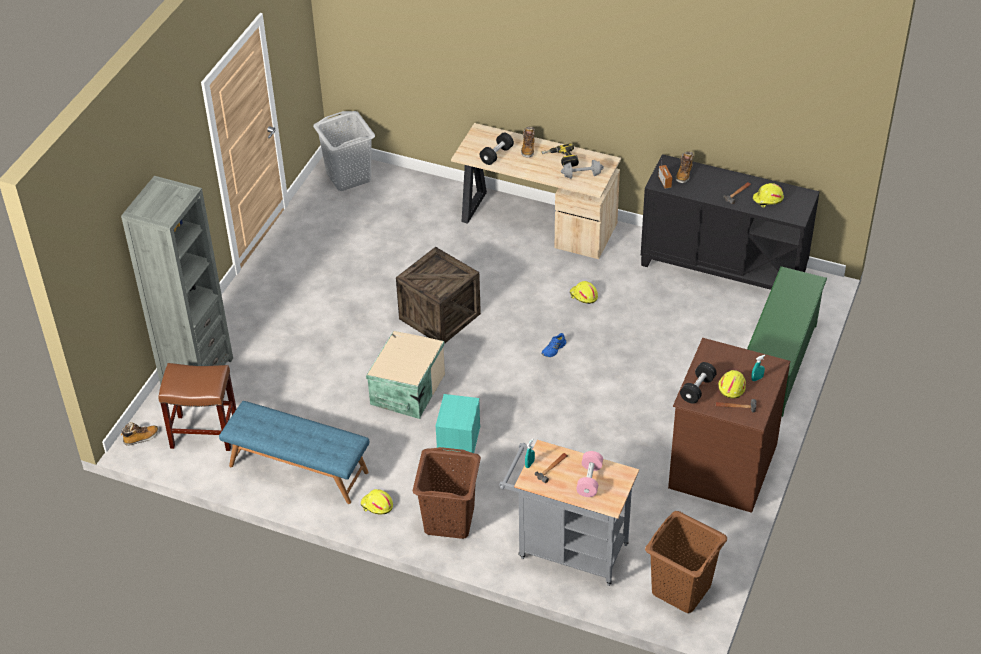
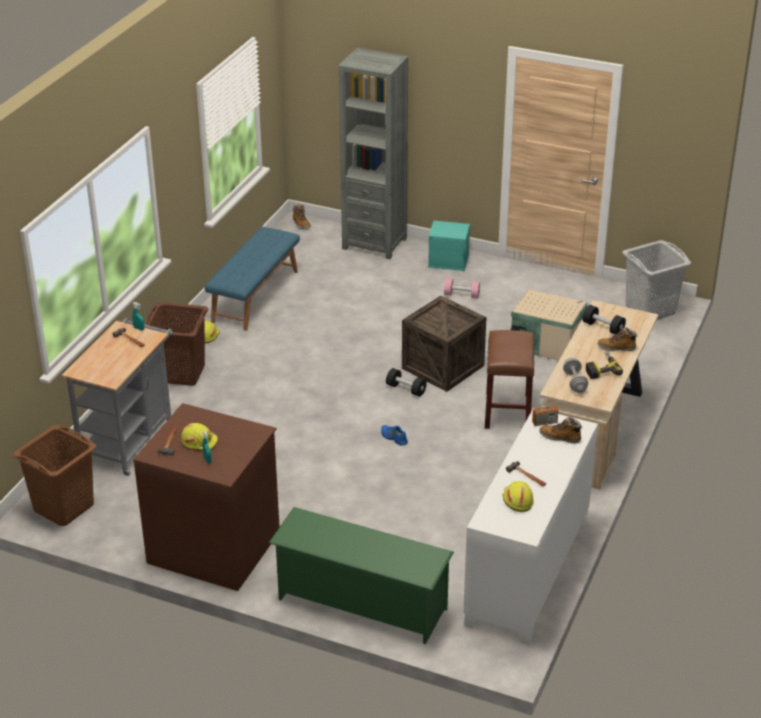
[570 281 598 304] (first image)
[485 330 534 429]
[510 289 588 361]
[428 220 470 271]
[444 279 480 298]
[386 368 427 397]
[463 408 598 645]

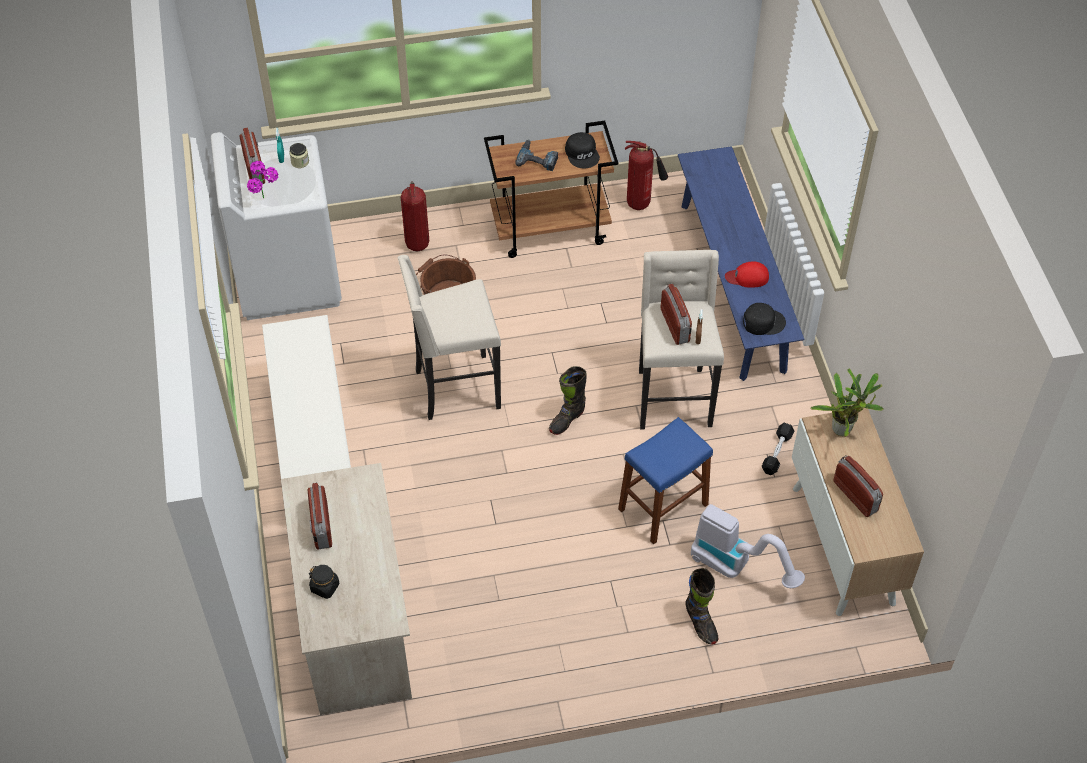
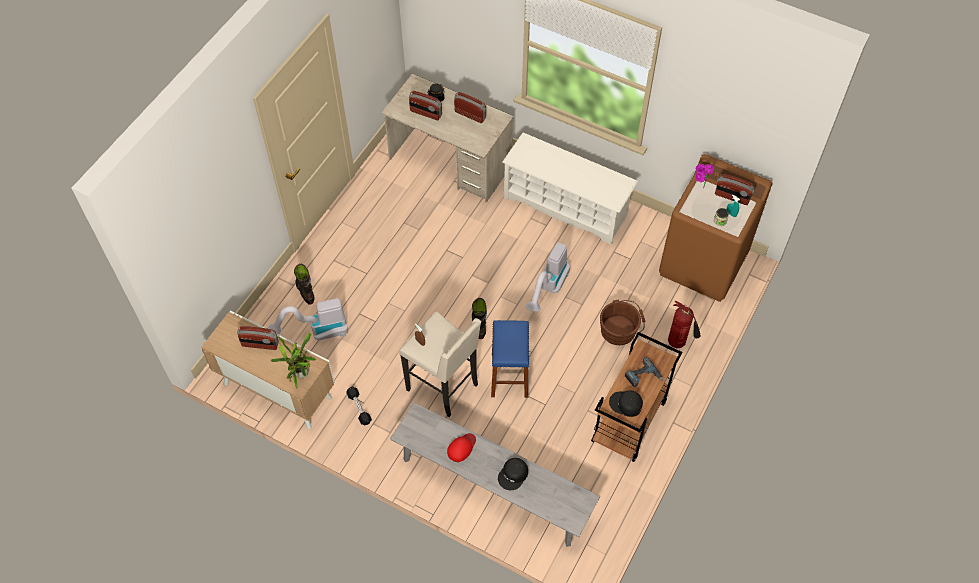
[625 141 668 210] (first image)
[491 320 529 398]
[409 91 442 120]
[498 458 528 490]
[526 242 570 312]
[659 154 773 302]
[390 402 600 547]
[294 264 315 305]

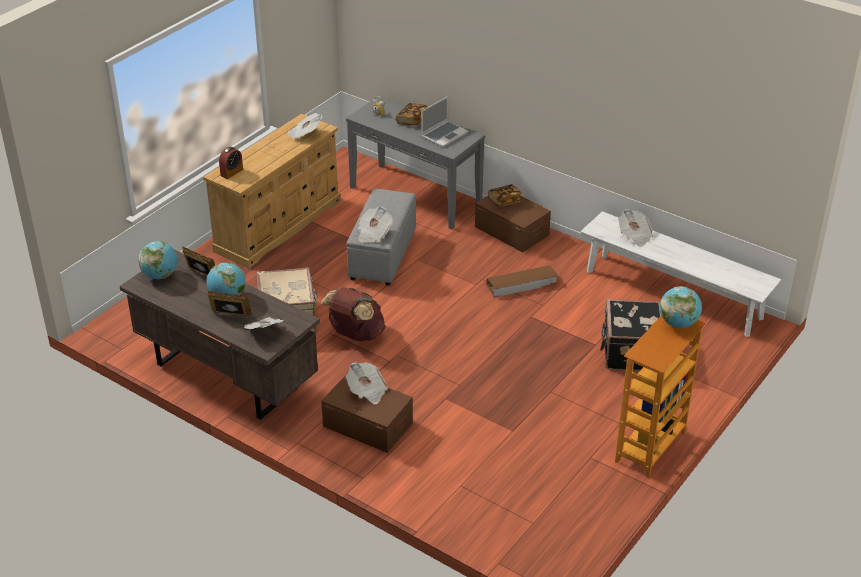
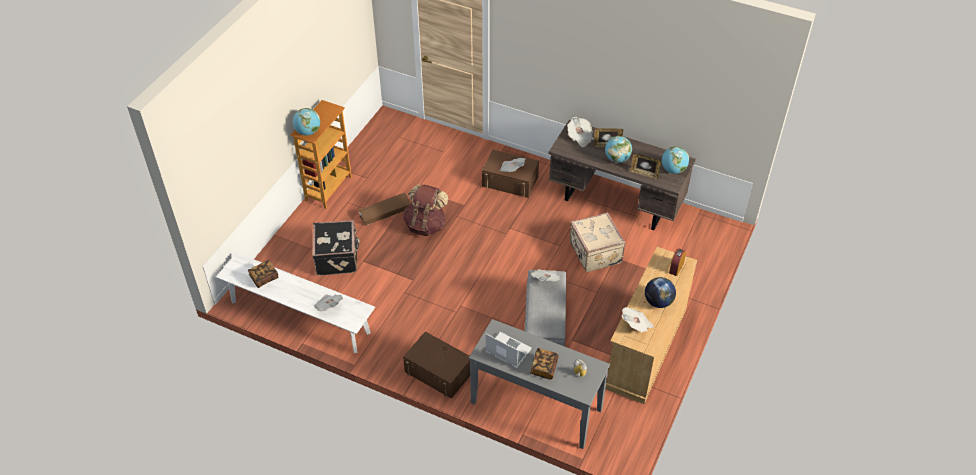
[645 277 676 308]
[403 184 448 236]
[359 193 411 226]
[248 260 278 288]
[486 332 532 368]

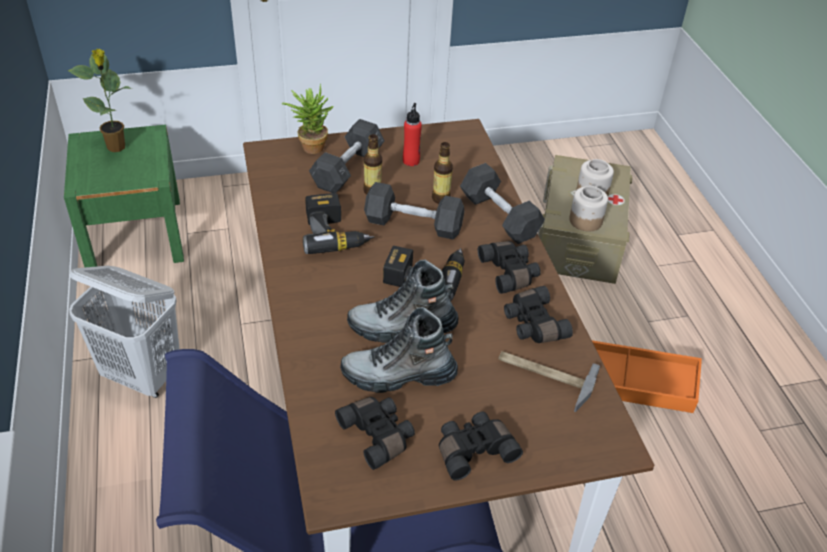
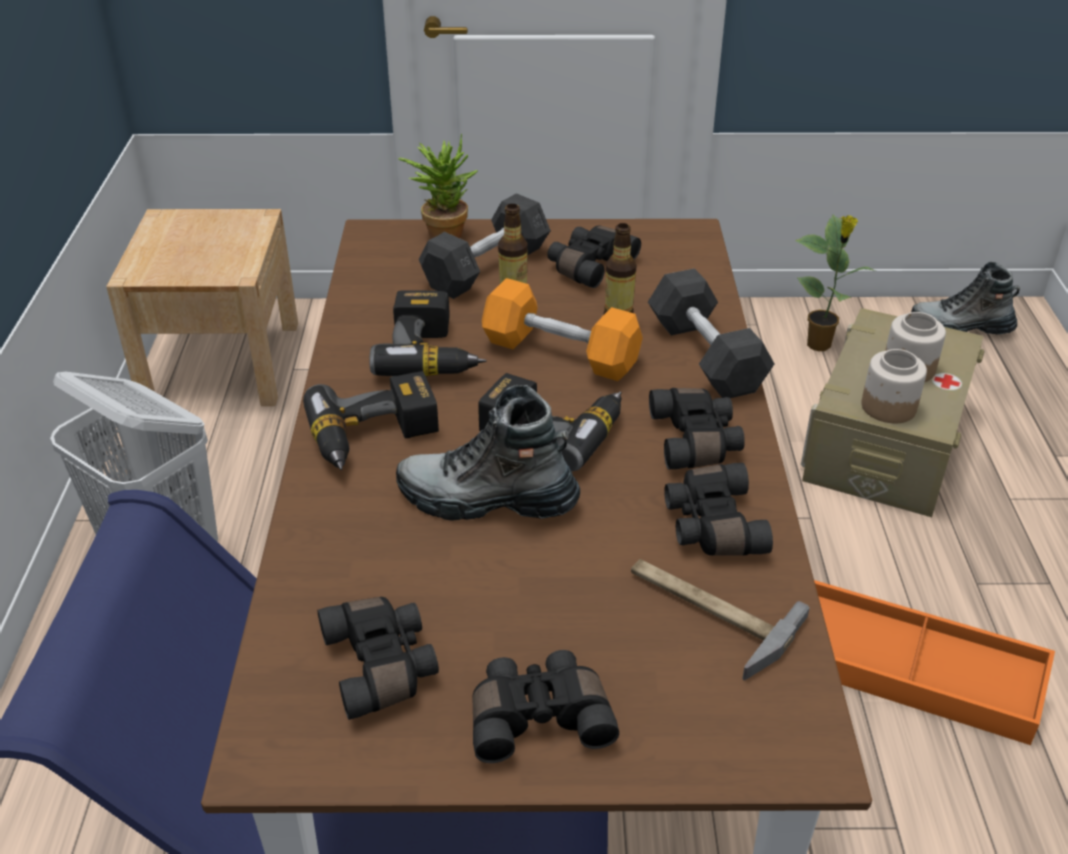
[303 371 439 470]
[795 215 877 351]
[911 262 1020 335]
[547 226 641 288]
[106 209 298 406]
[482 278 643 381]

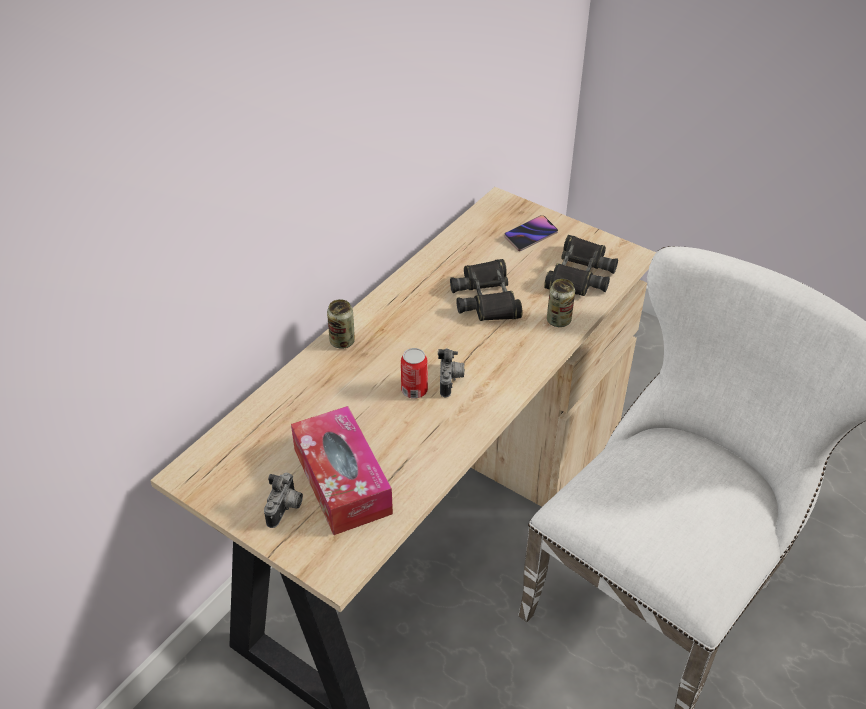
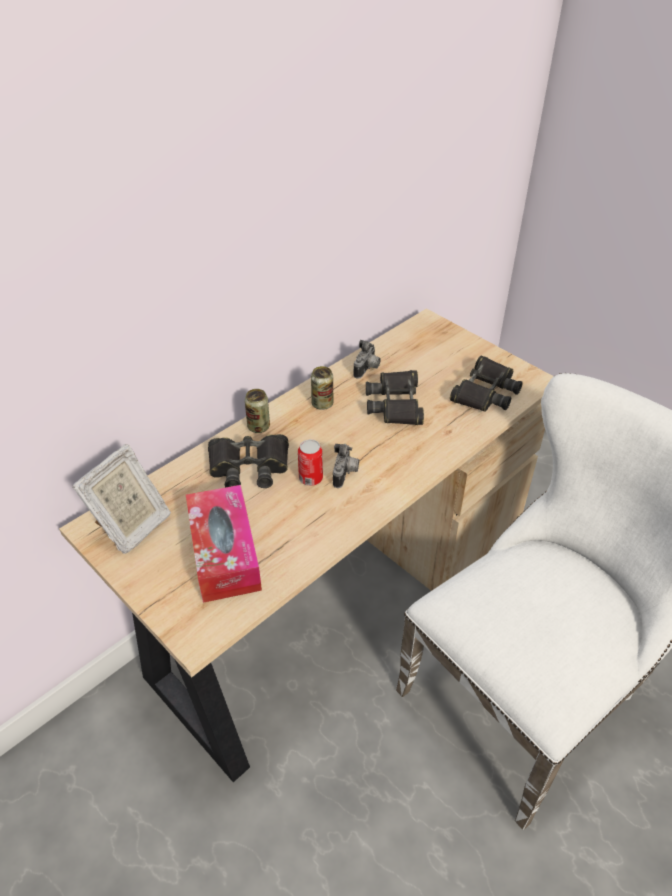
[504 215 558 251] (first image)
[72 444 171 554]
[208 434 289 488]
[353 340 381 379]
[311 366 333 410]

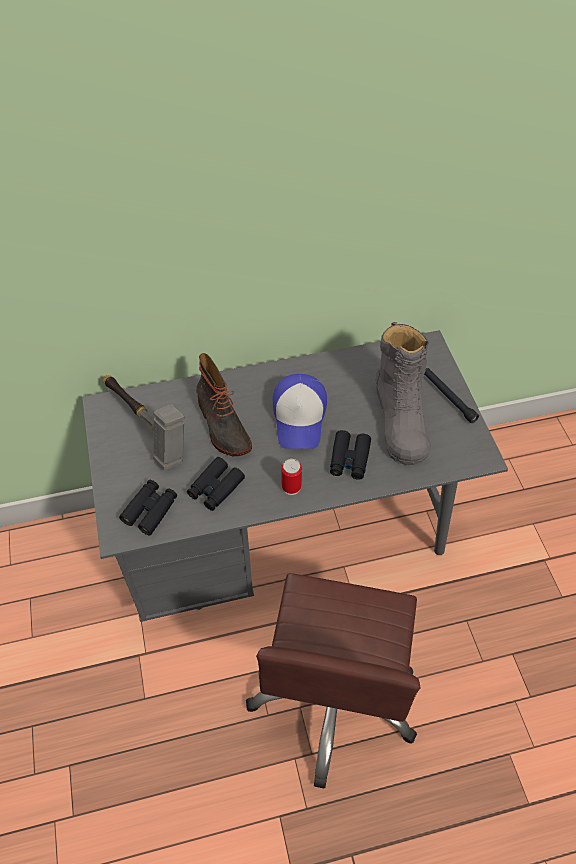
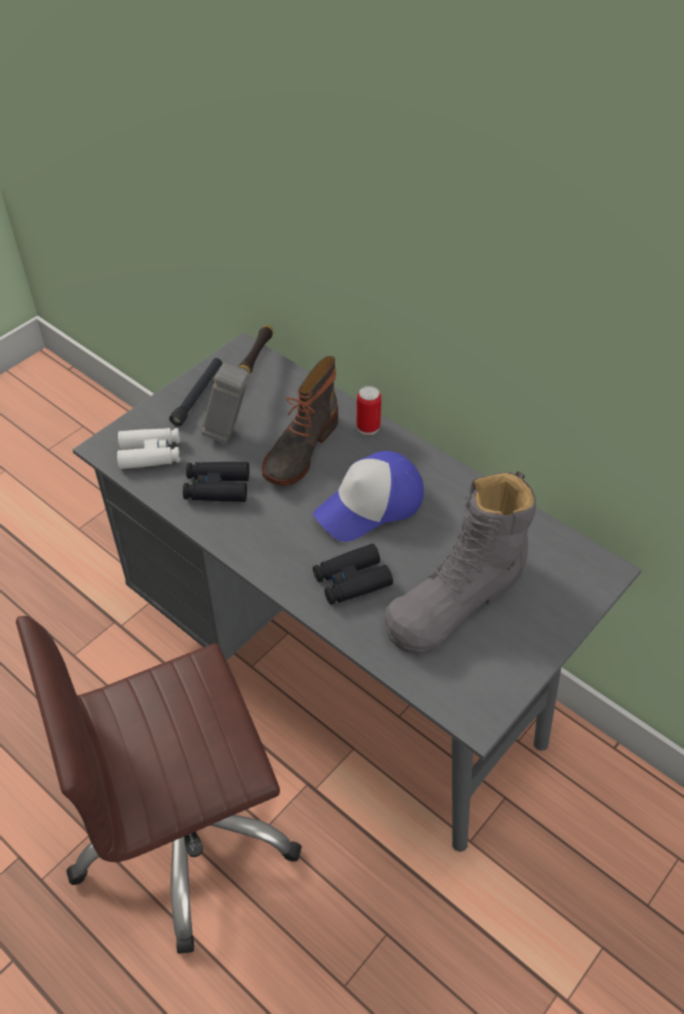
[357 386 381 435]
[169 358 222 426]
[117 428 180 469]

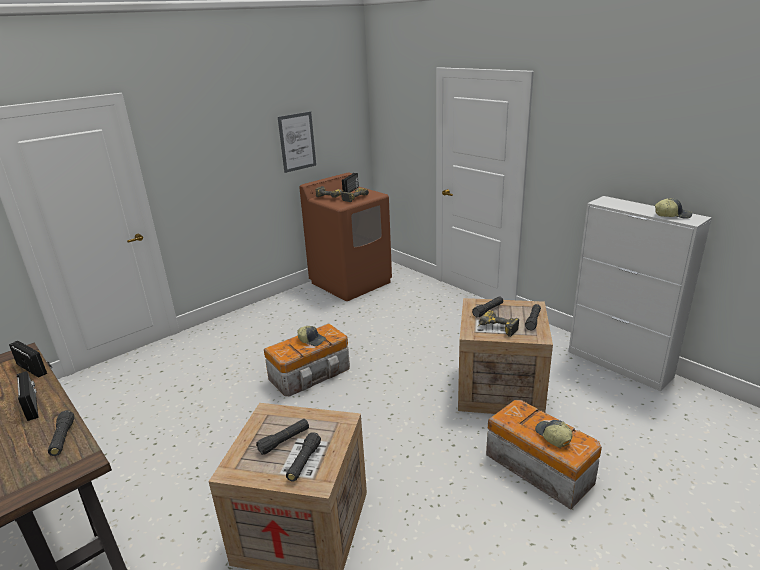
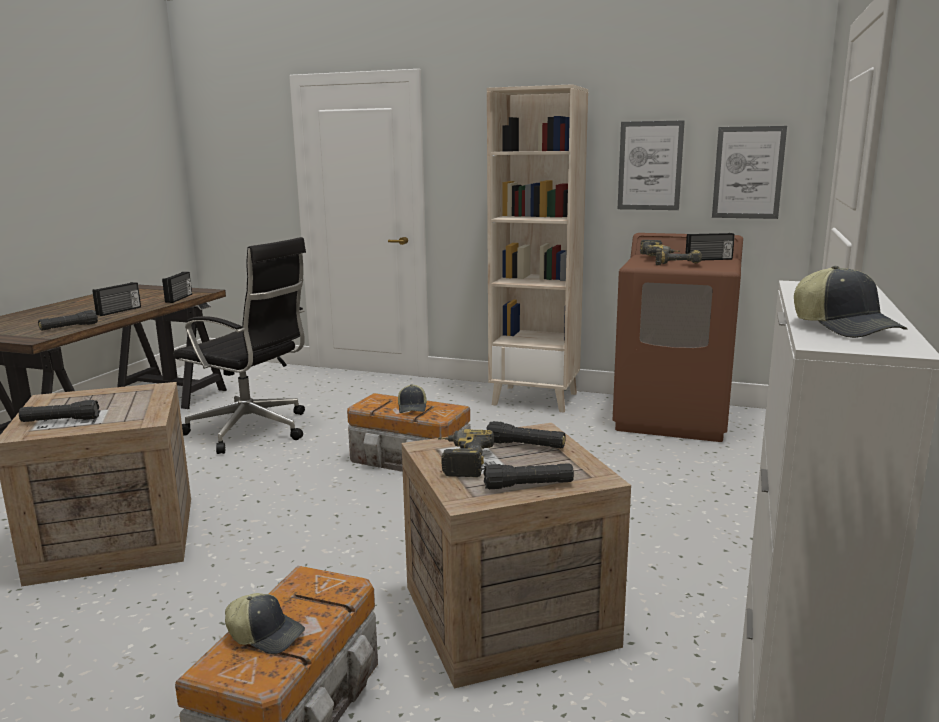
[256 419 309 455] (first image)
[173 237 306 454]
[487 84 588 412]
[712 126 787 219]
[225 593 305 654]

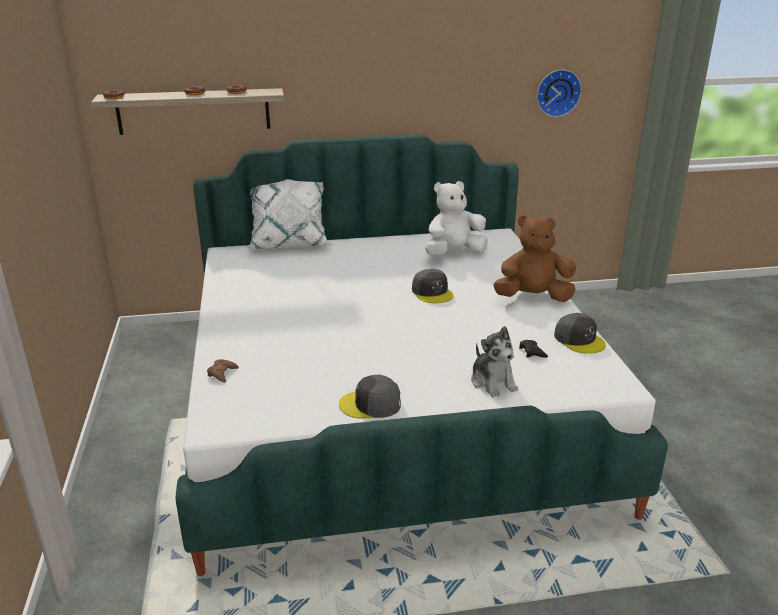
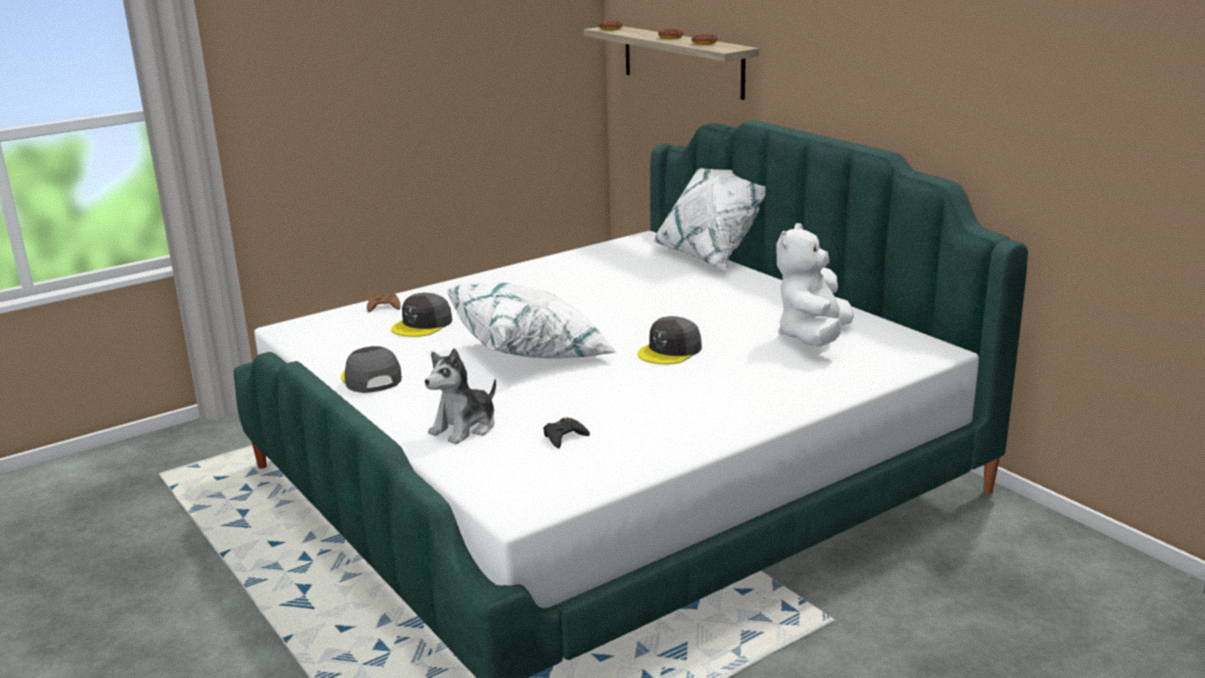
[493 215 576 302] (first image)
[537 69 581 117] (first image)
[447 282 617 359]
[391 293 452 337]
[777 223 854 346]

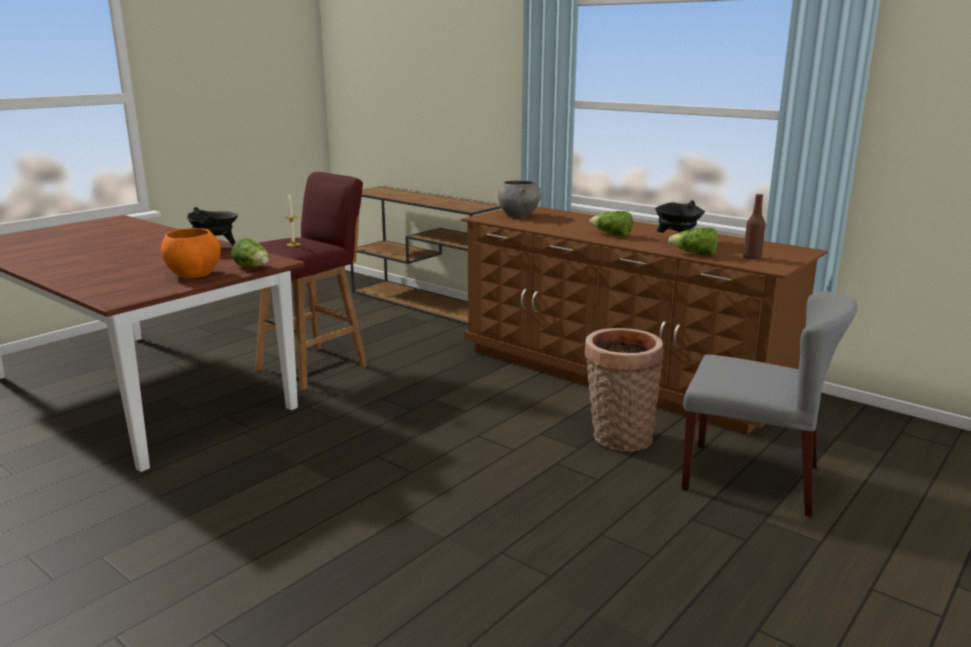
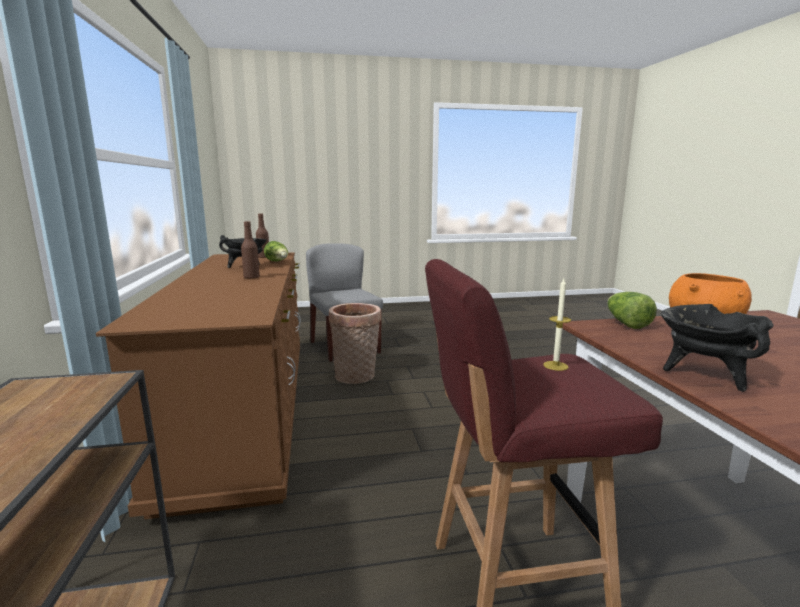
[498 181 541 217] (first image)
[241 221 260 279]

